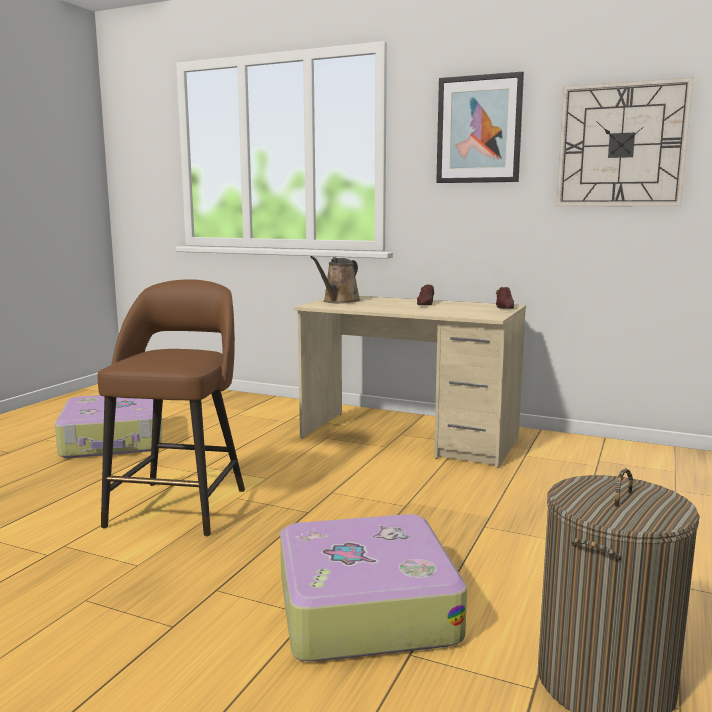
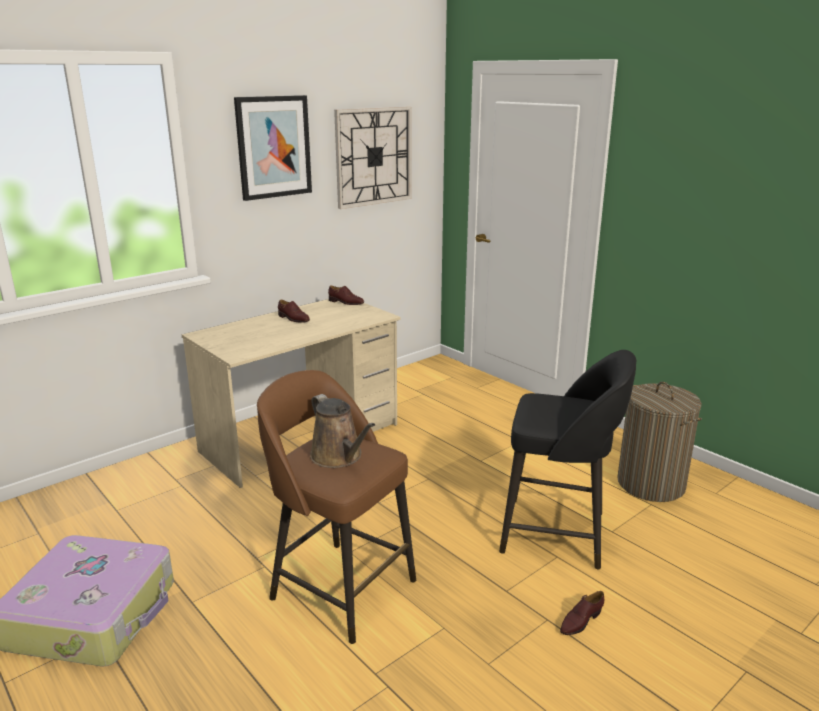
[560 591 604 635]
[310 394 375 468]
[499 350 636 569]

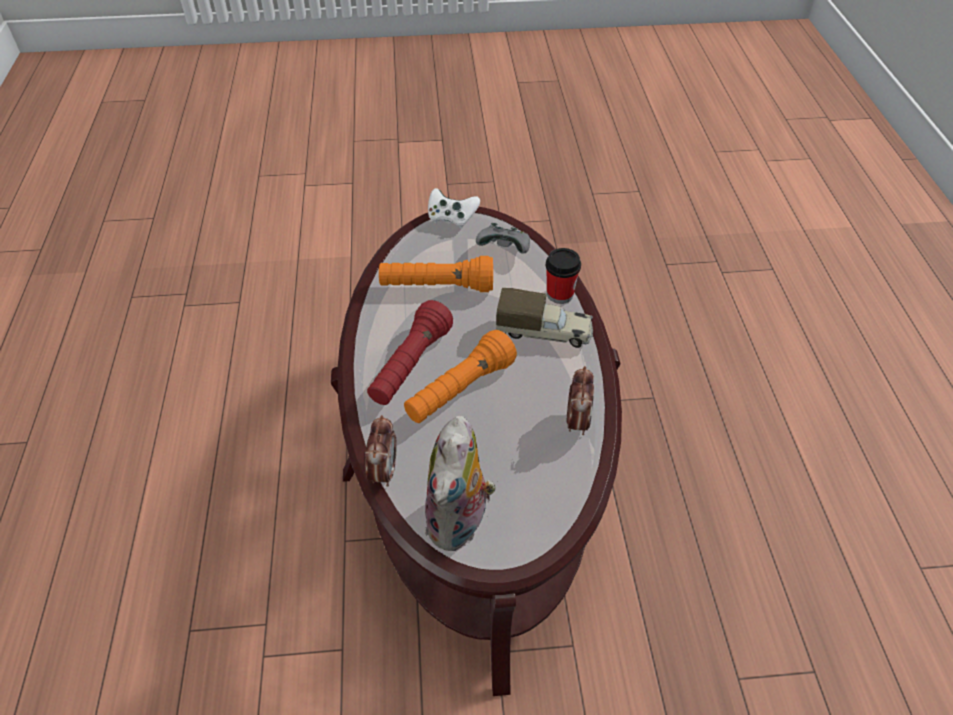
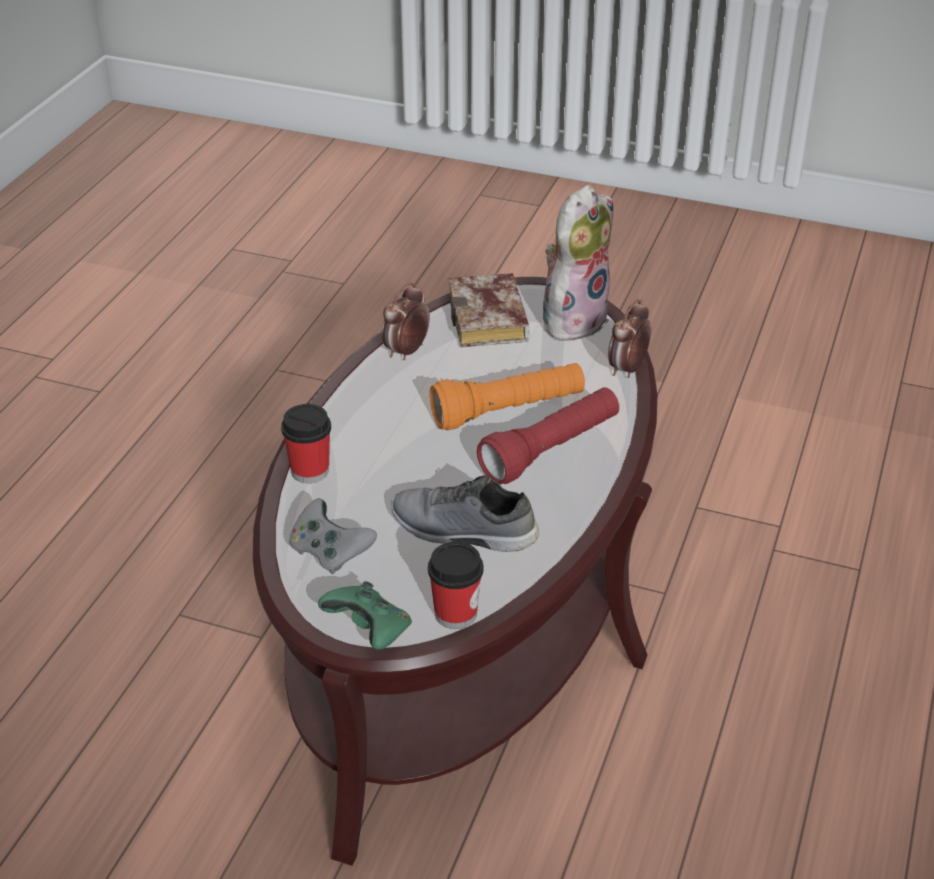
[496 288 593 348] (first image)
[428 542 484 629]
[448 273 530 347]
[391 475 539 552]
[318 581 412 650]

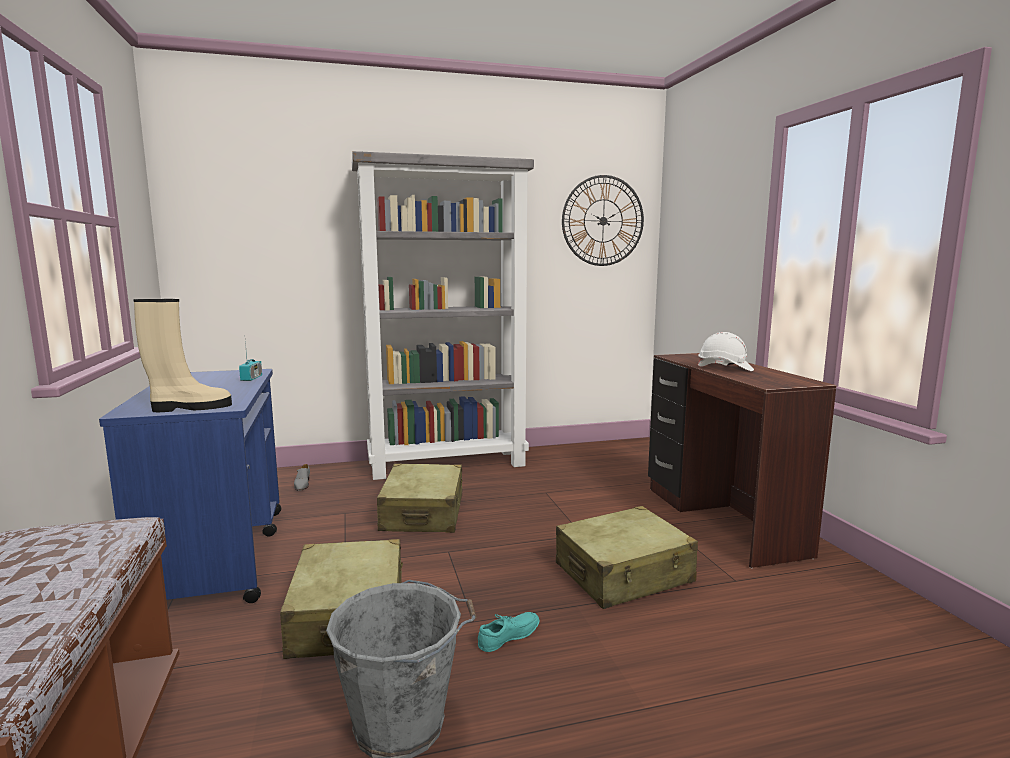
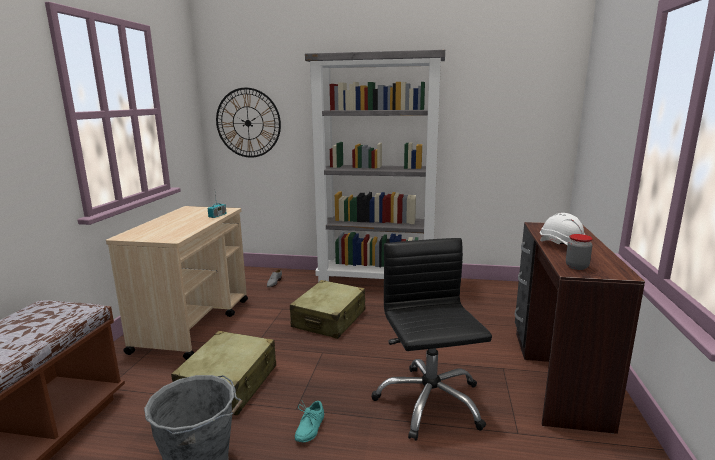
[134 299 232 412] (first image)
[566 234 593 270]
[216 88 281 158]
[372 238 492 441]
[106 206 248 360]
[295 401 324 443]

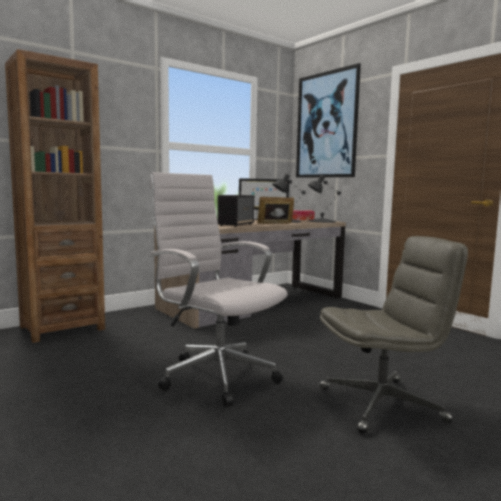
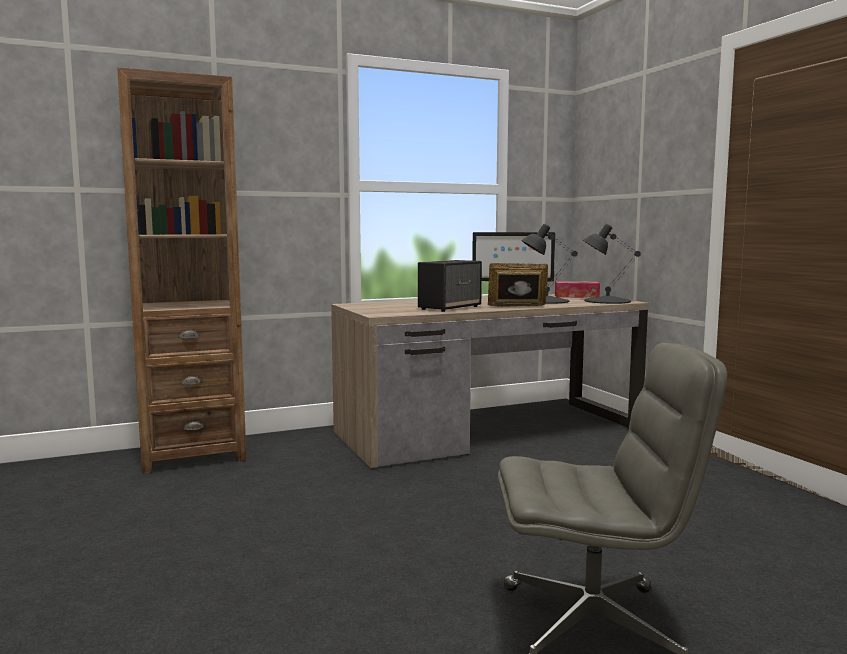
[149 172 288 407] (first image)
[296 63 361 178] (first image)

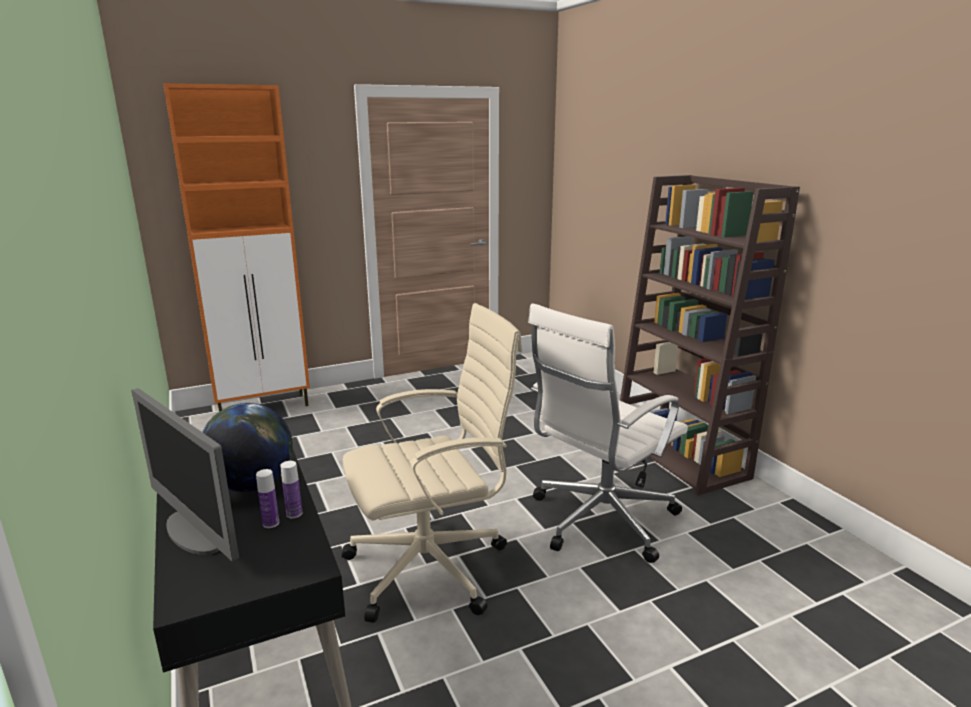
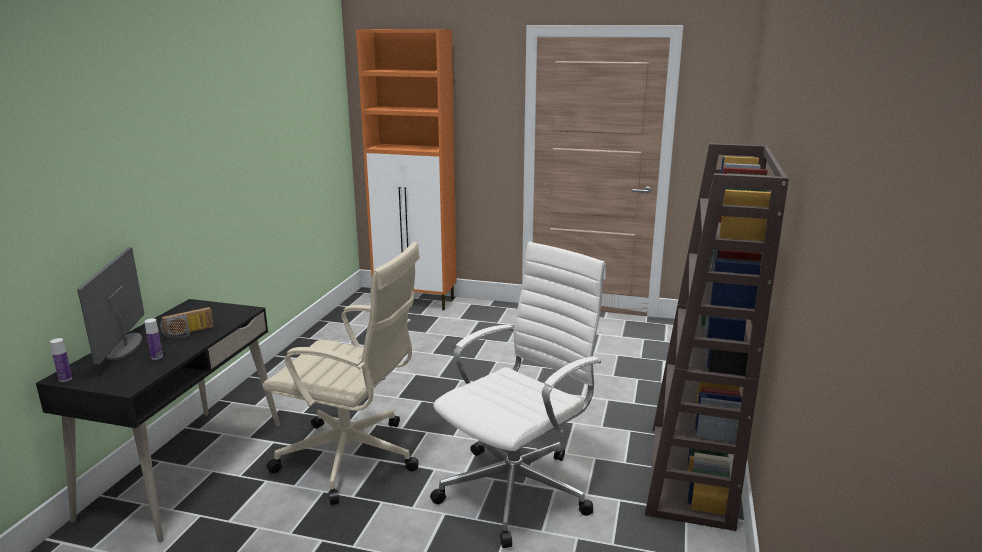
[50 338 72 382]
[160 307 214 339]
[430 242 606 548]

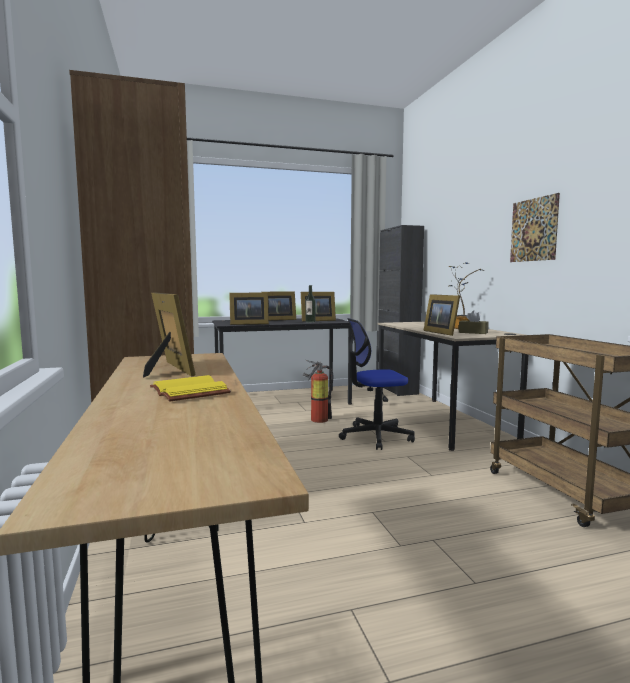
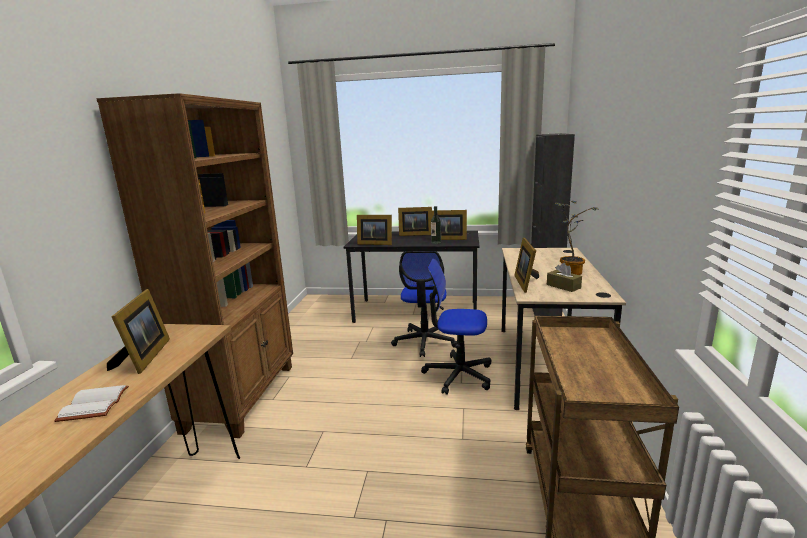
[510 193 560 262] (first image)
[391 251 457 357]
[54 385 129 422]

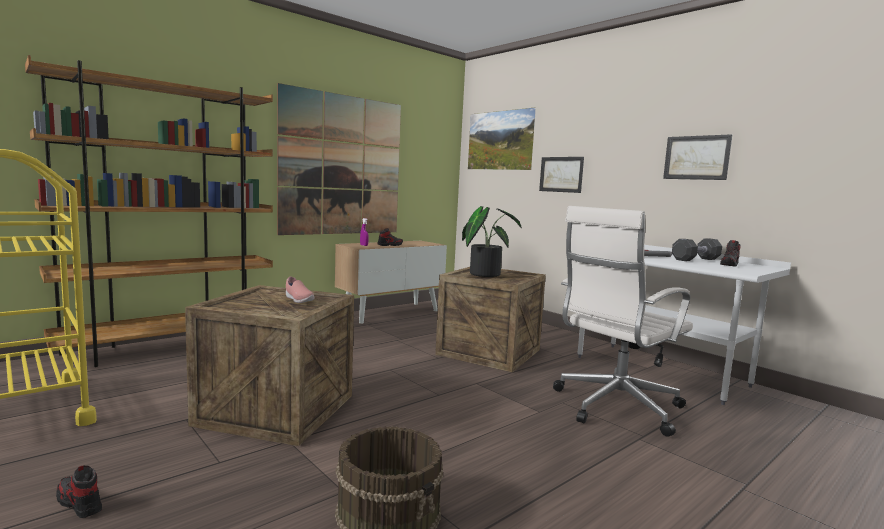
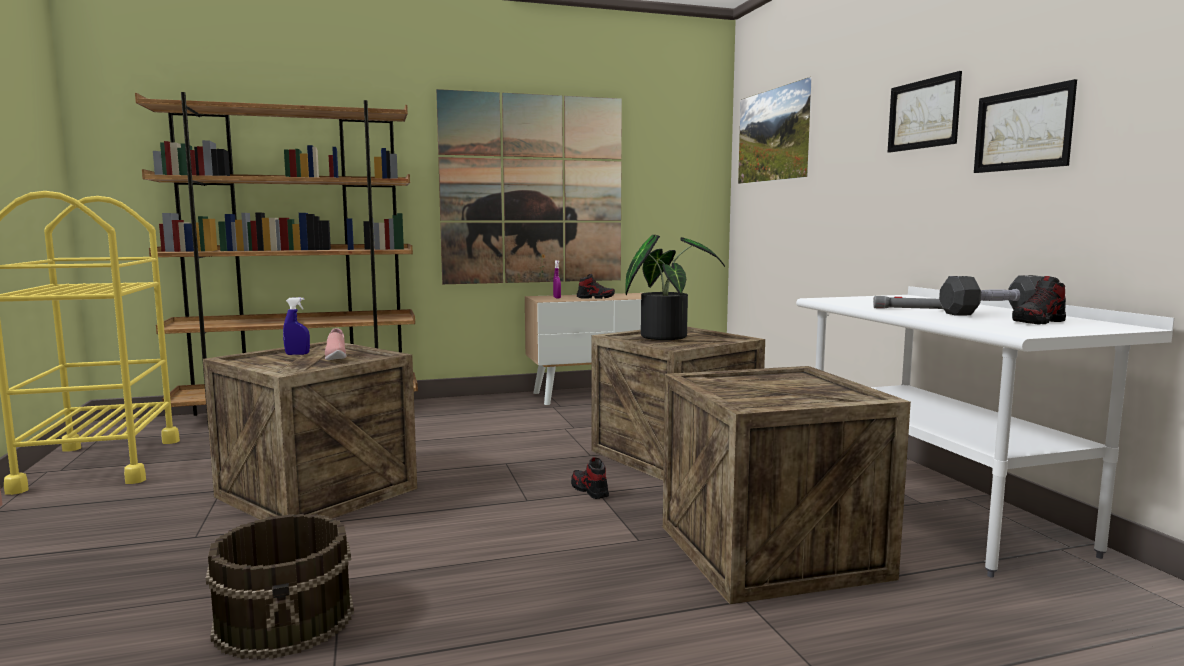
[283 297 310 355]
[571 457 609 499]
[888 71 962 153]
[662 366 911 604]

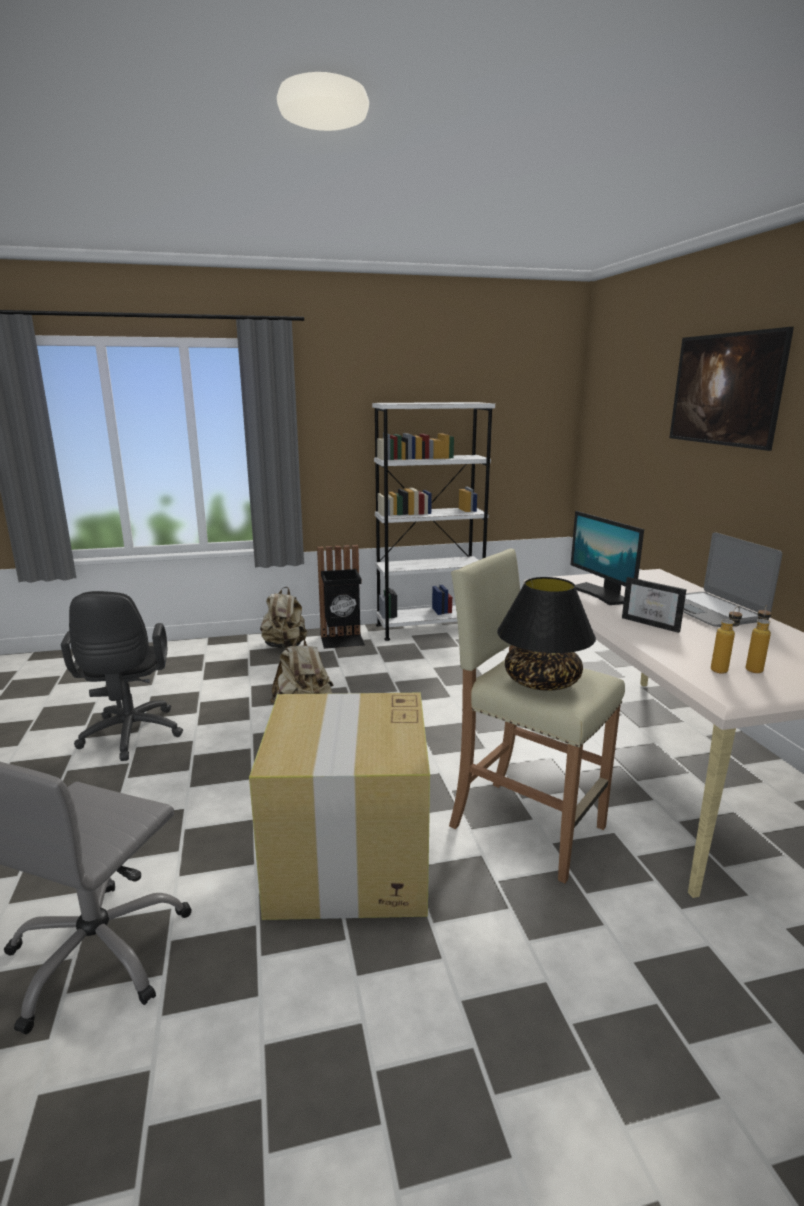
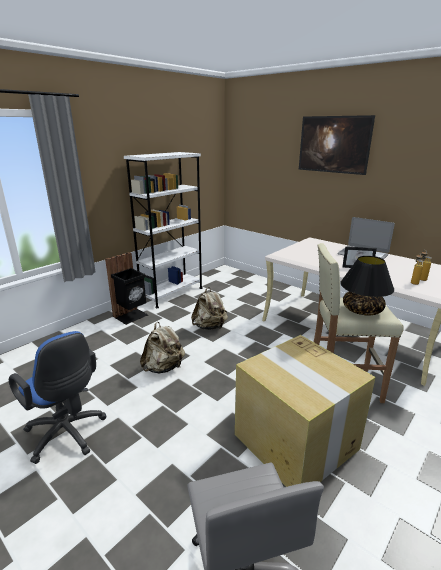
[571 511 644 605] (first image)
[191 287 228 330]
[9 331 107 464]

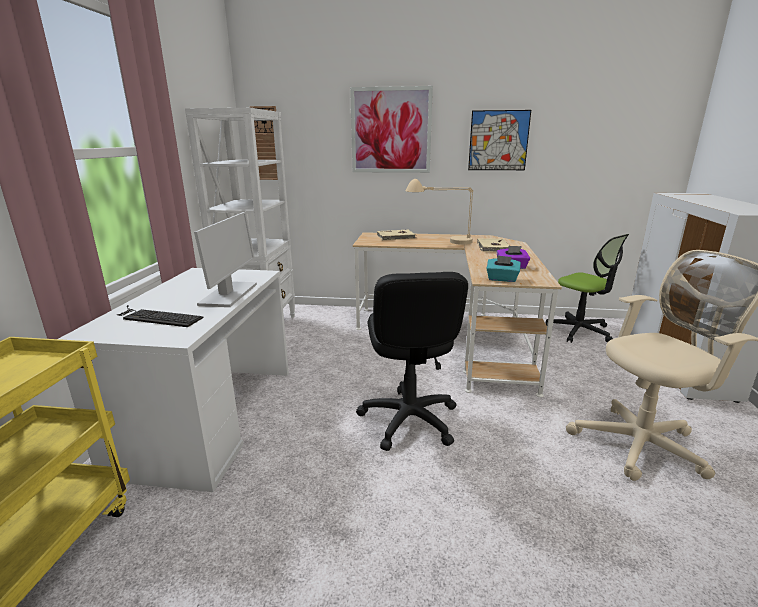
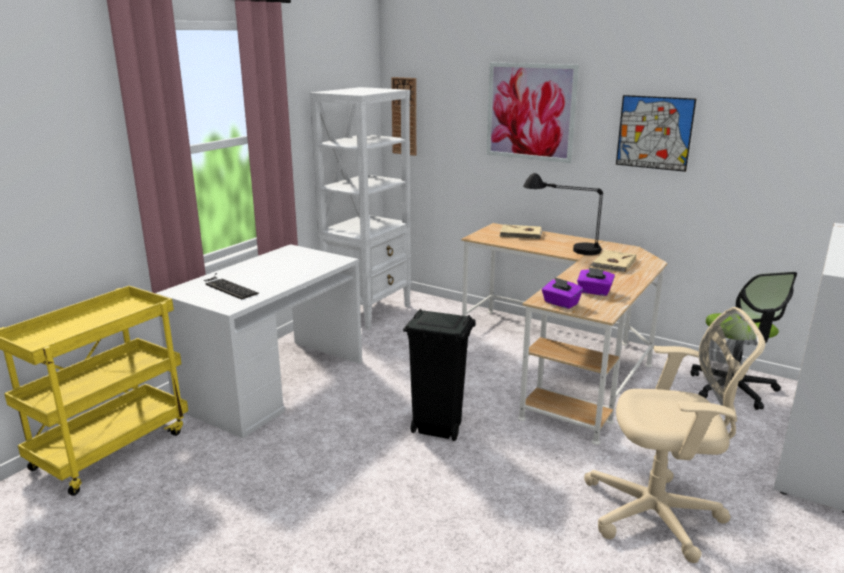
[194 212 257 307] (first image)
[403 309 476 441]
[523 173 603 255]
[542 277 583 309]

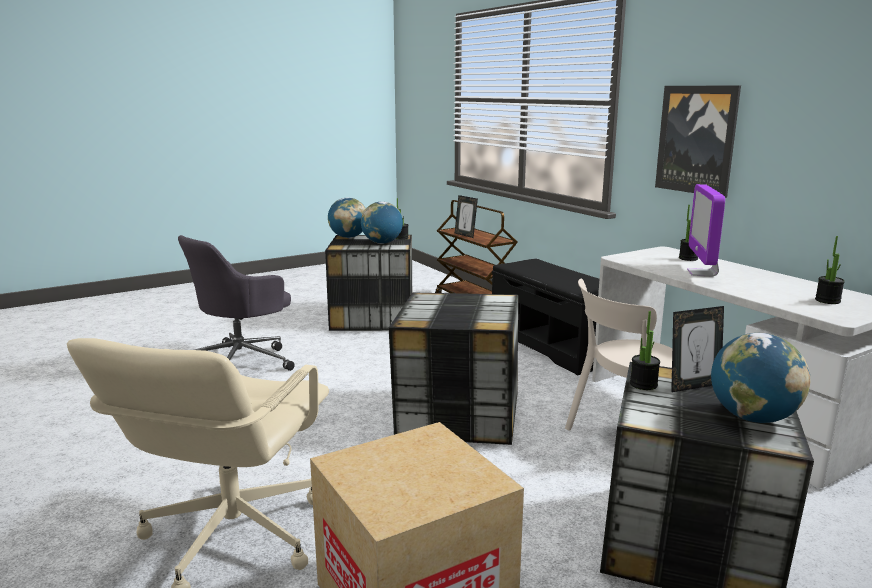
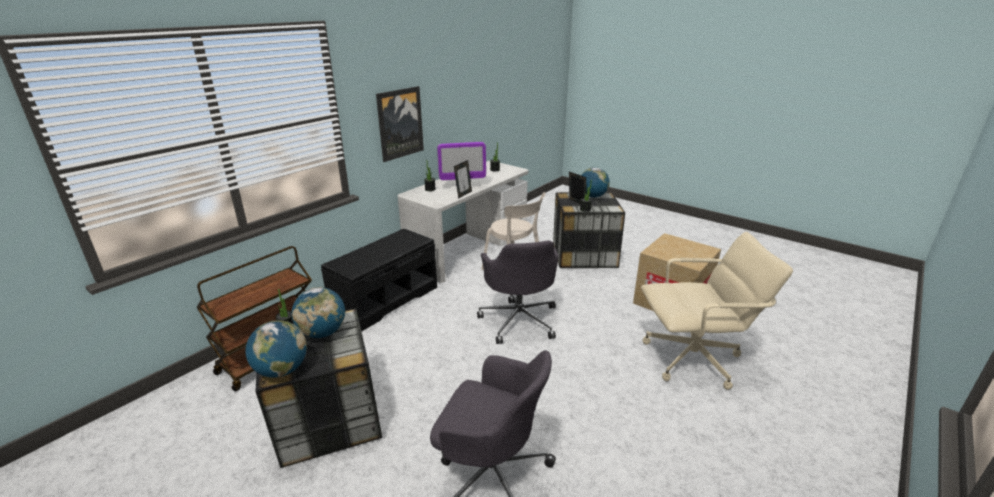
[454 160 472 199]
[477 240 559 344]

